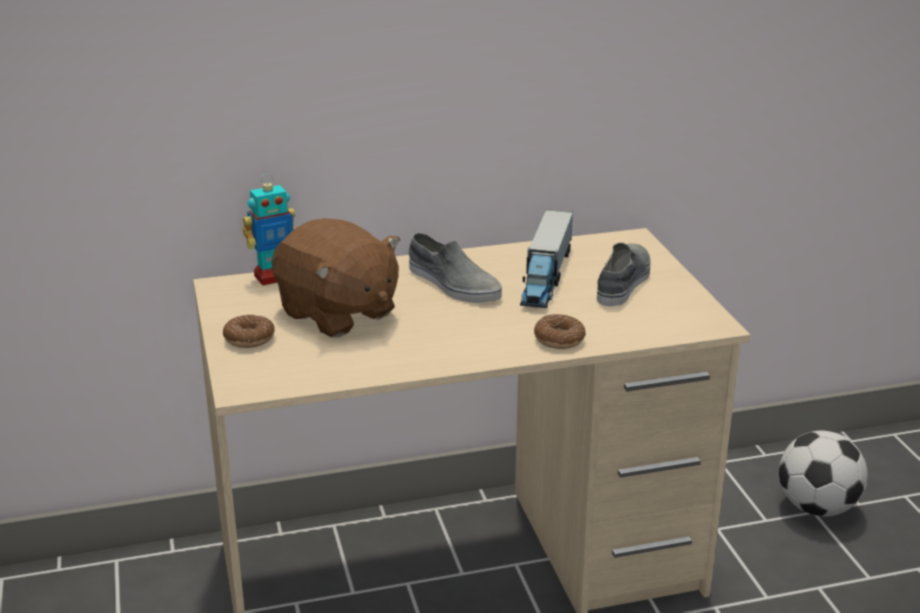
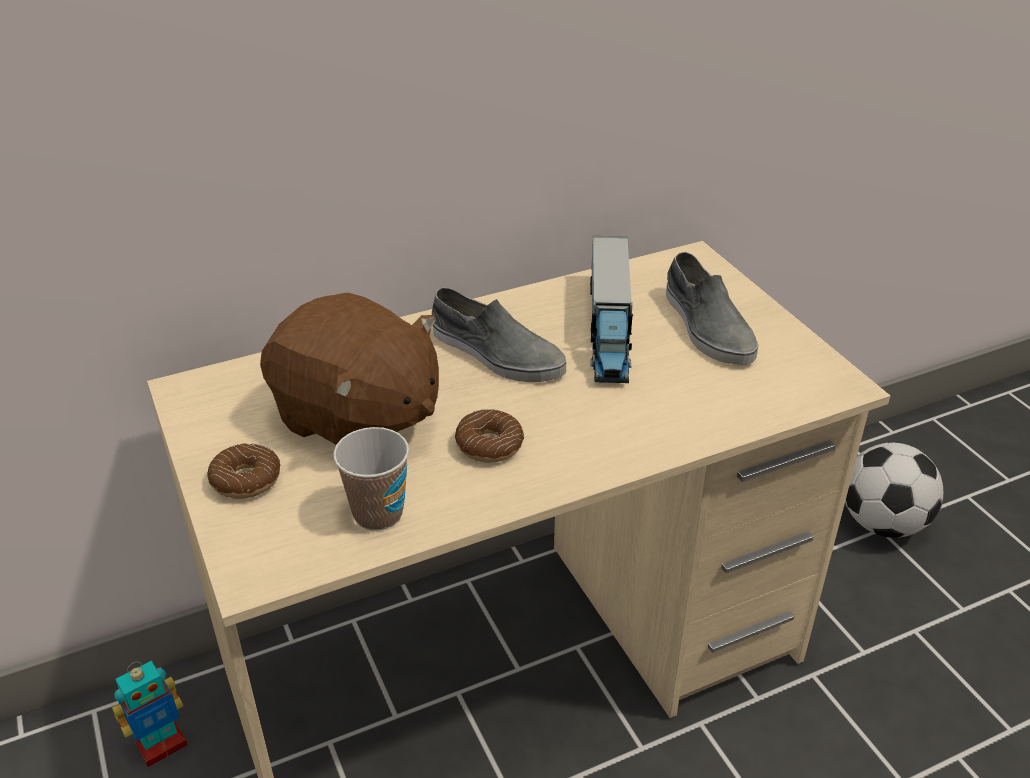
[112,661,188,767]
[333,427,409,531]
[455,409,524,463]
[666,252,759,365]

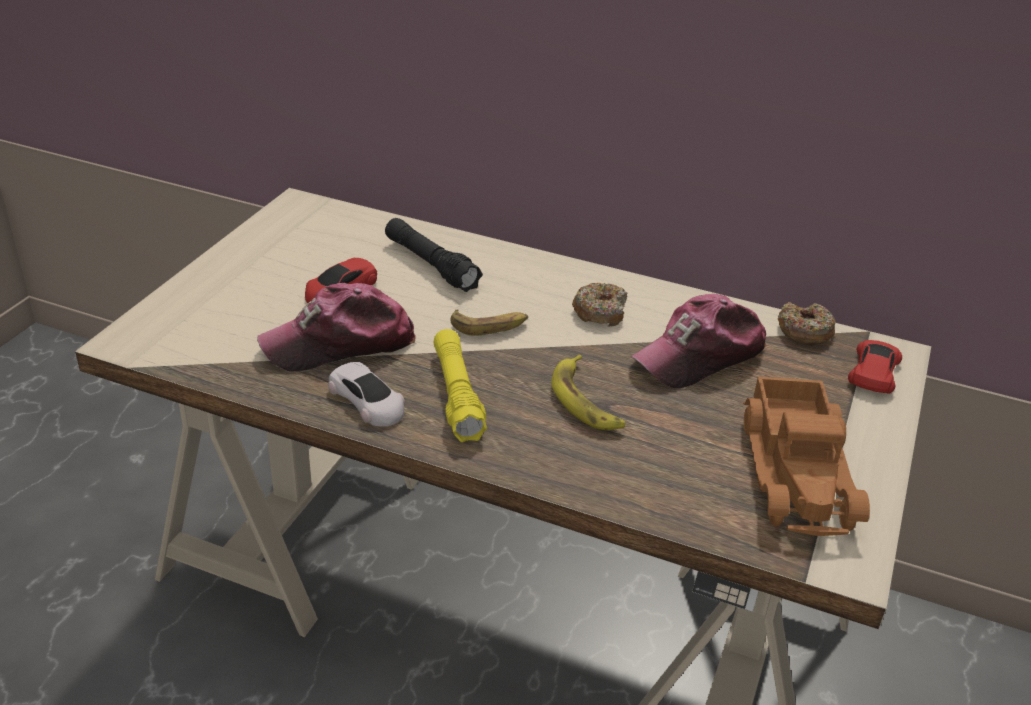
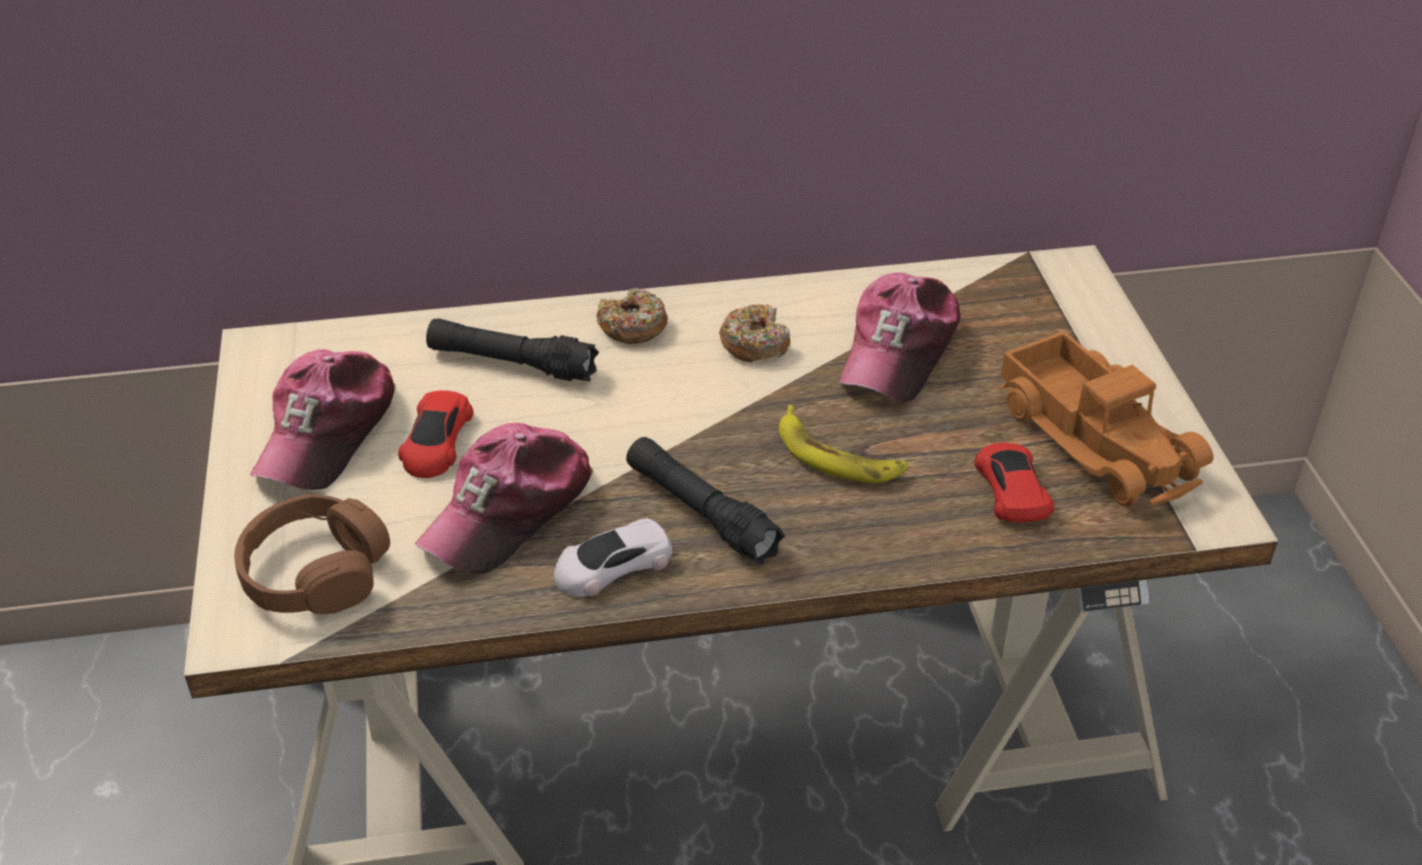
[234,494,390,614]
[250,349,395,490]
[554,518,672,597]
[596,288,668,344]
[626,437,785,565]
[974,443,1054,522]
[450,309,528,336] (first image)

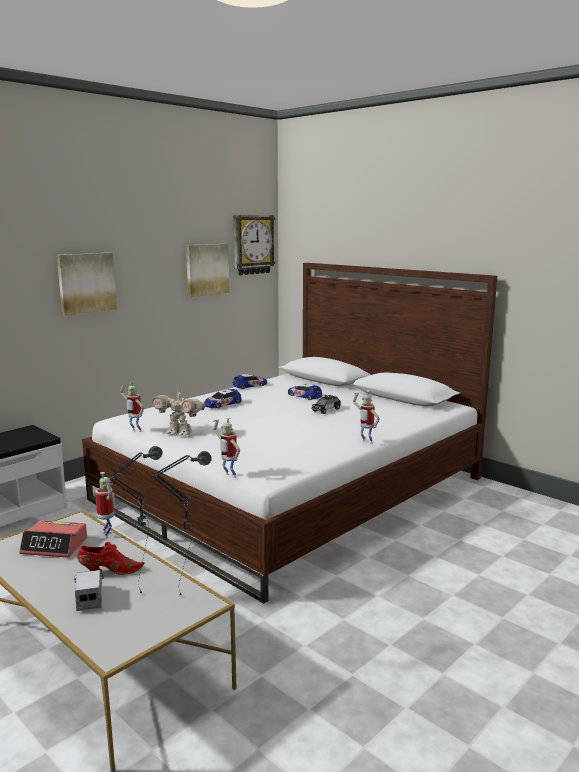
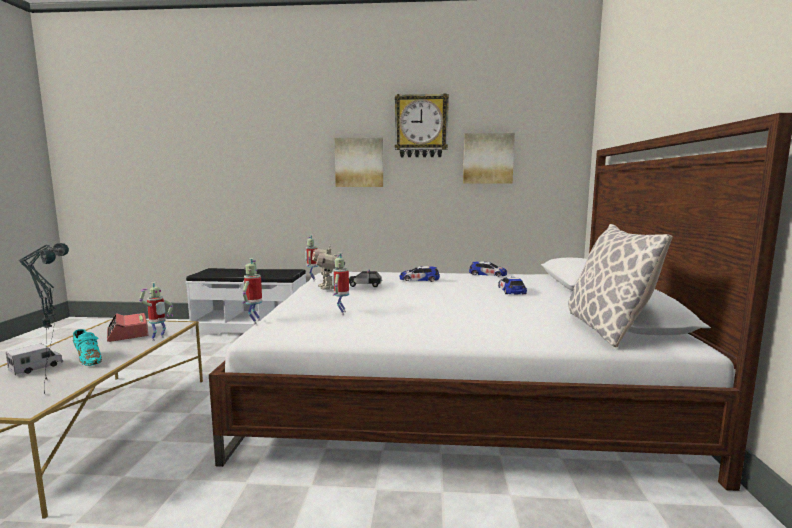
[73,329,102,366]
[332,253,349,315]
[349,270,382,287]
[395,93,449,157]
[568,224,672,347]

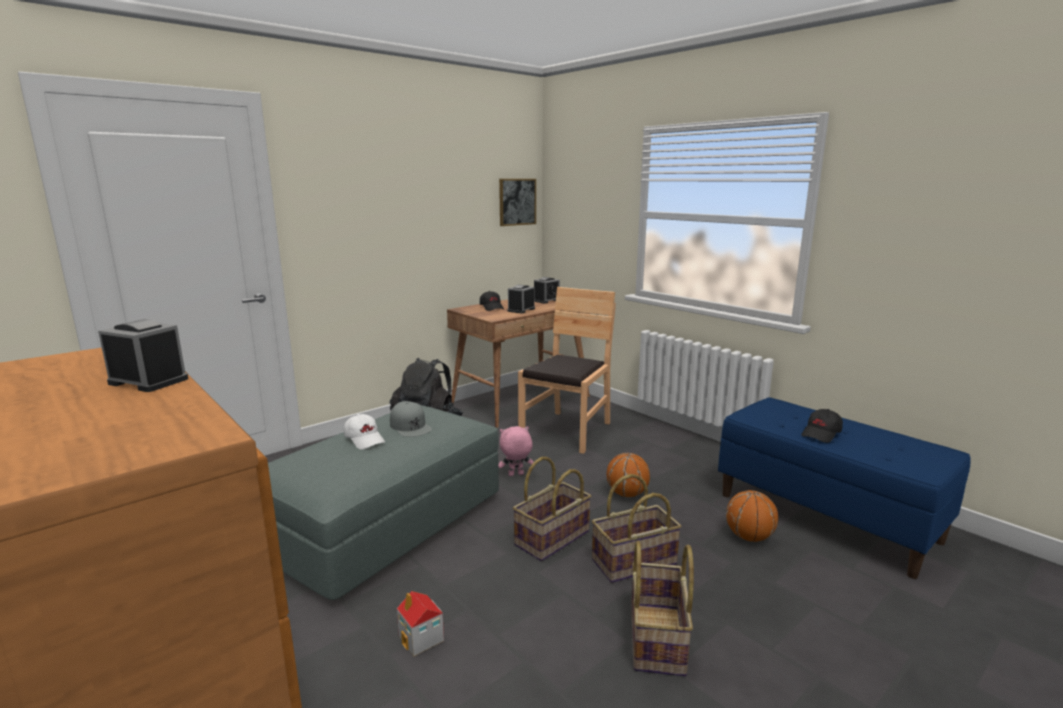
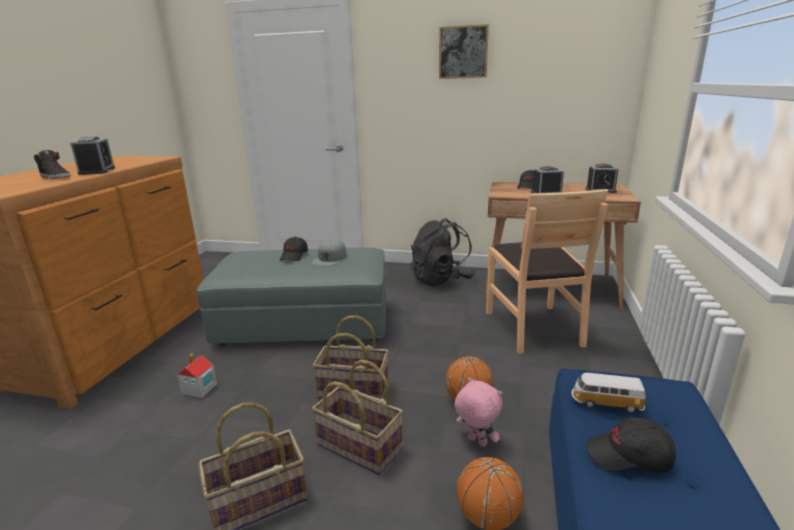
[34,150,71,179]
[280,237,308,261]
[439,24,489,79]
[455,377,502,447]
[486,189,608,354]
[571,373,646,413]

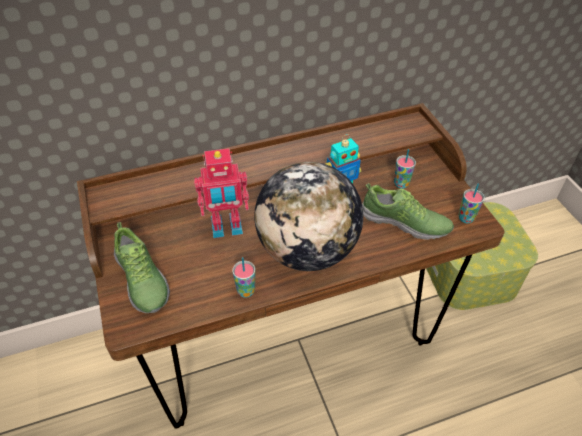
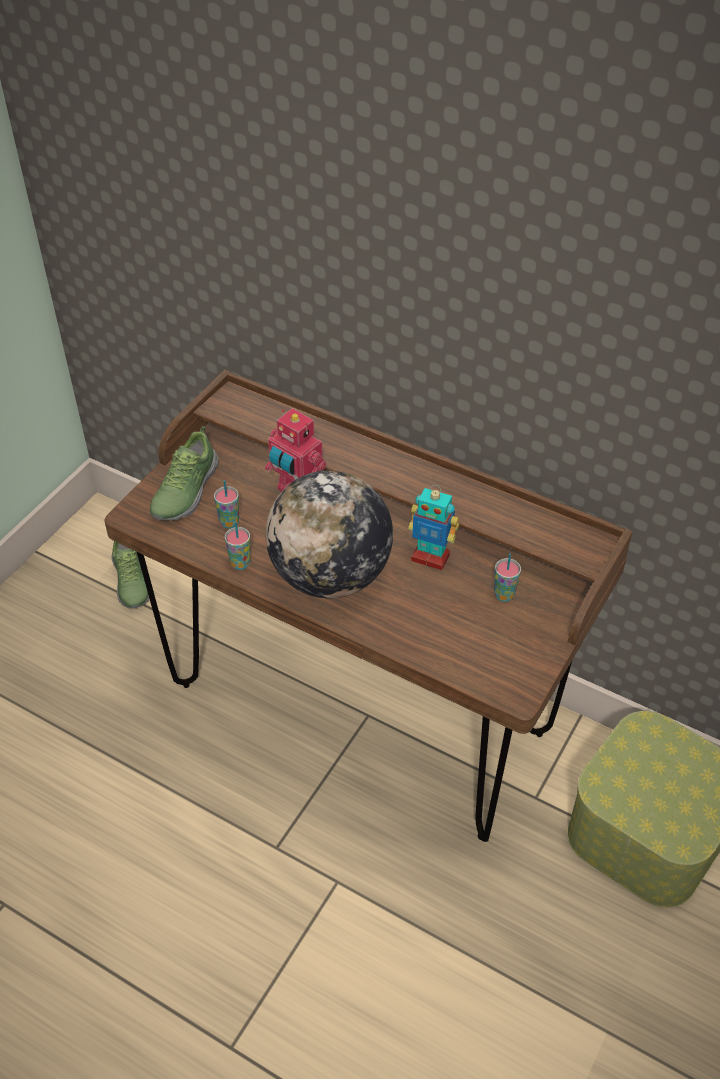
[112,541,149,608]
[214,480,239,529]

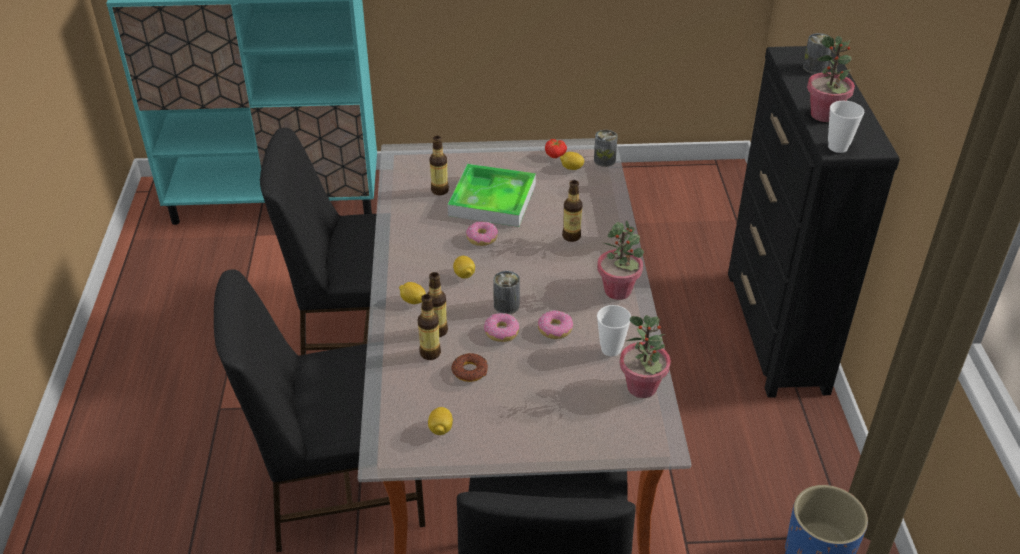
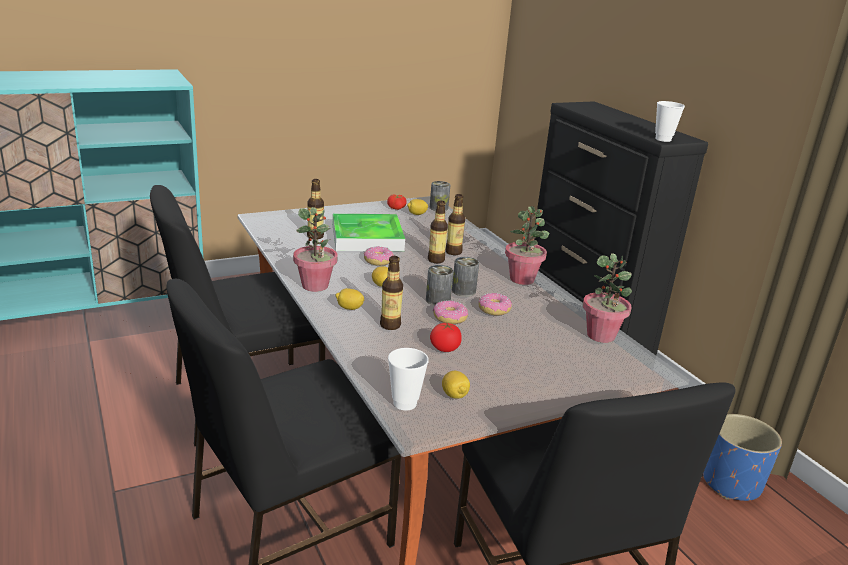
[293,207,338,292]
[388,348,429,411]
[428,201,448,263]
[430,323,462,352]
[452,257,479,297]

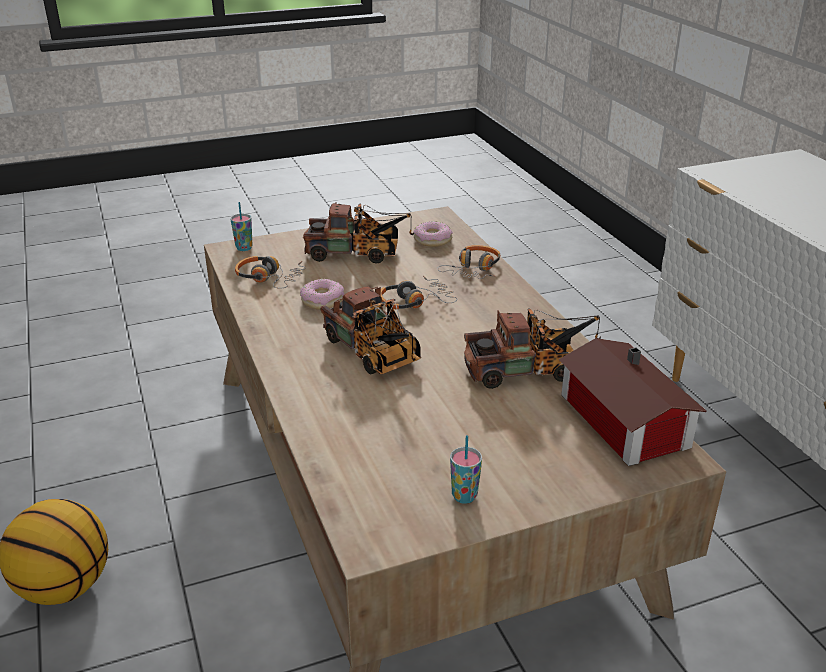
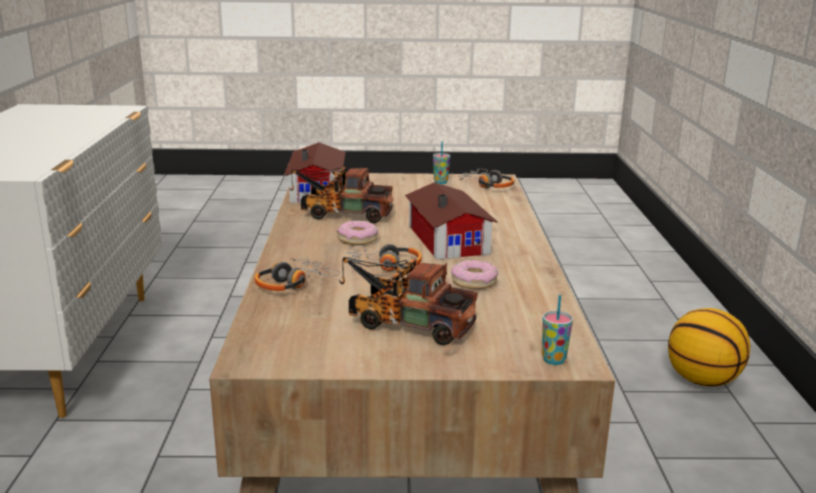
[337,220,378,245]
[405,182,498,260]
[459,169,514,188]

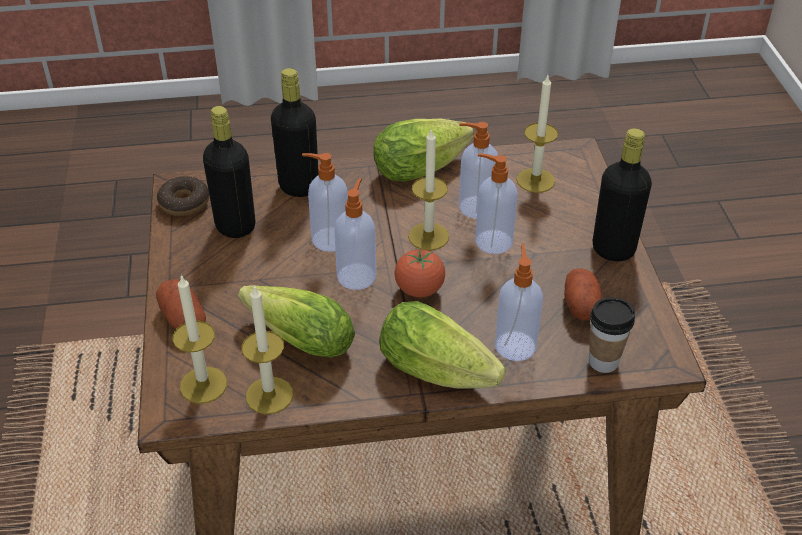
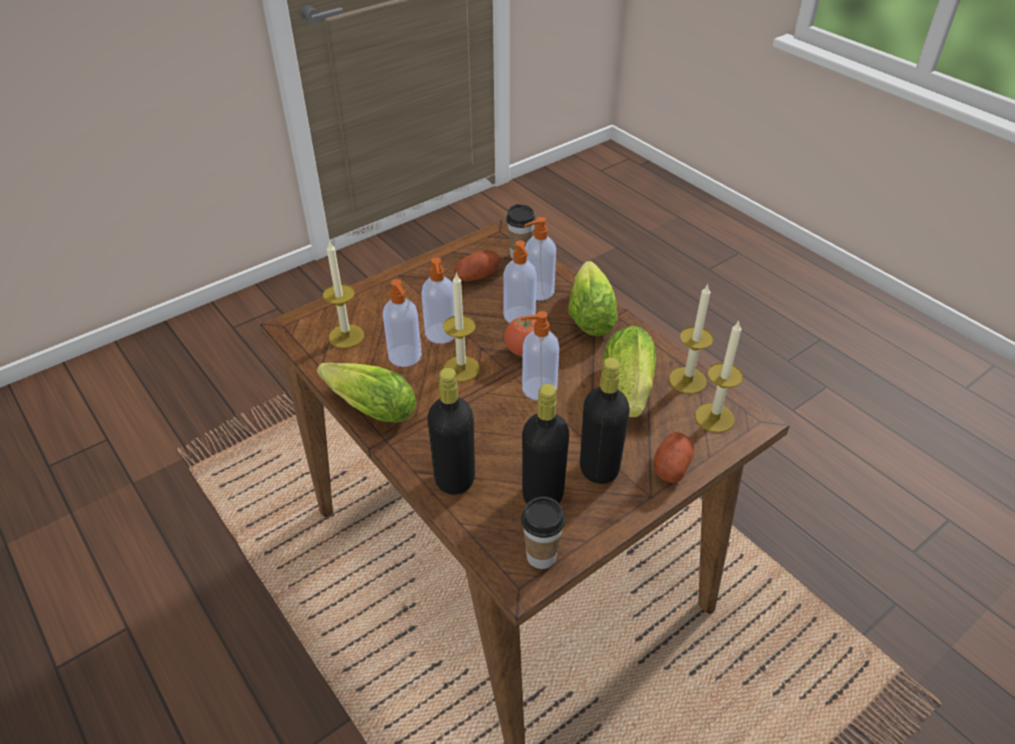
[503,240,537,323]
[521,496,565,569]
[580,358,630,484]

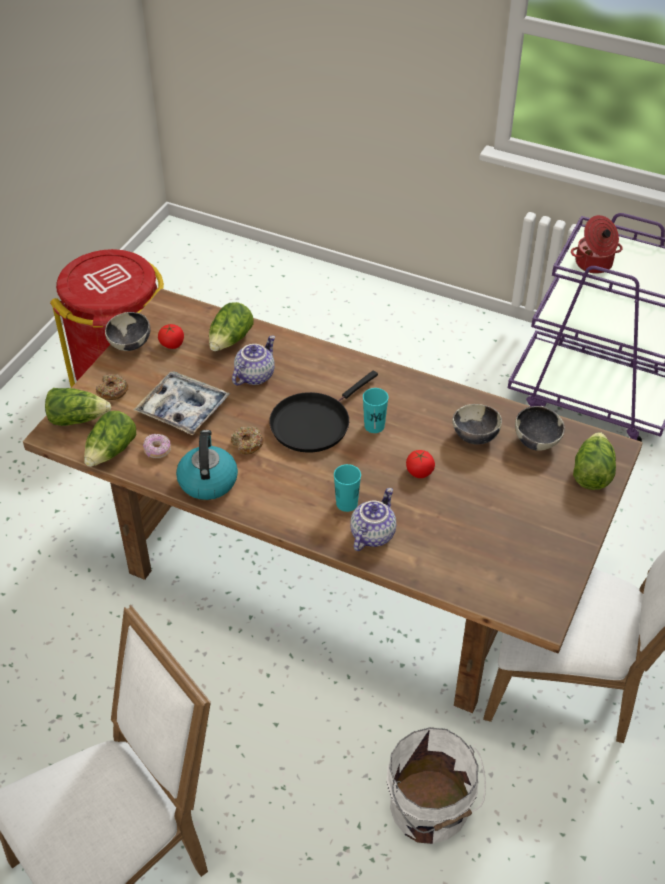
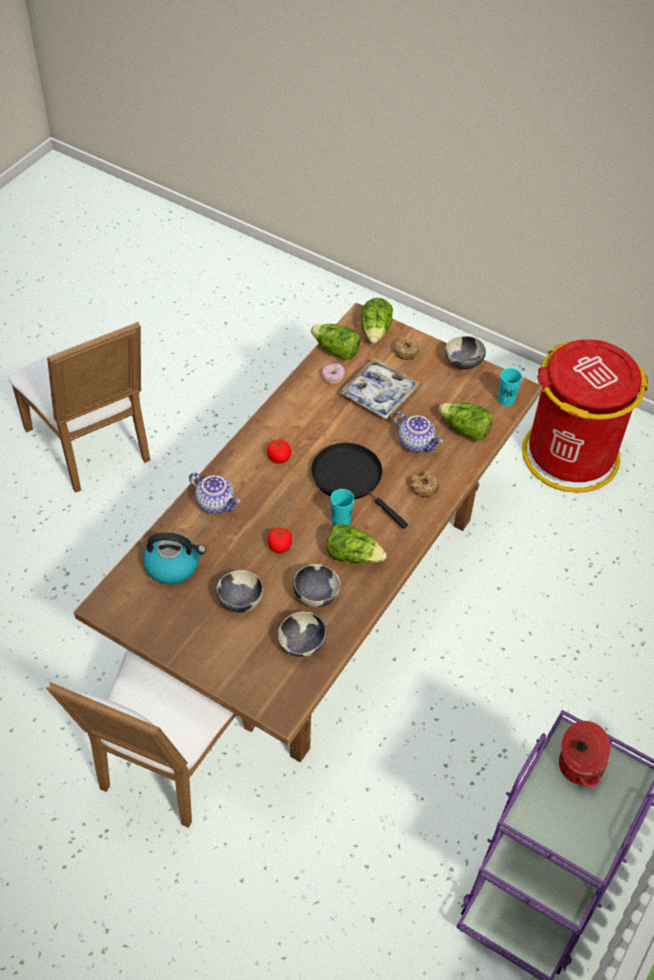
[143,532,206,585]
[217,570,263,613]
[267,439,291,464]
[327,523,387,564]
[410,471,439,497]
[498,368,522,406]
[387,728,486,844] (first image)

